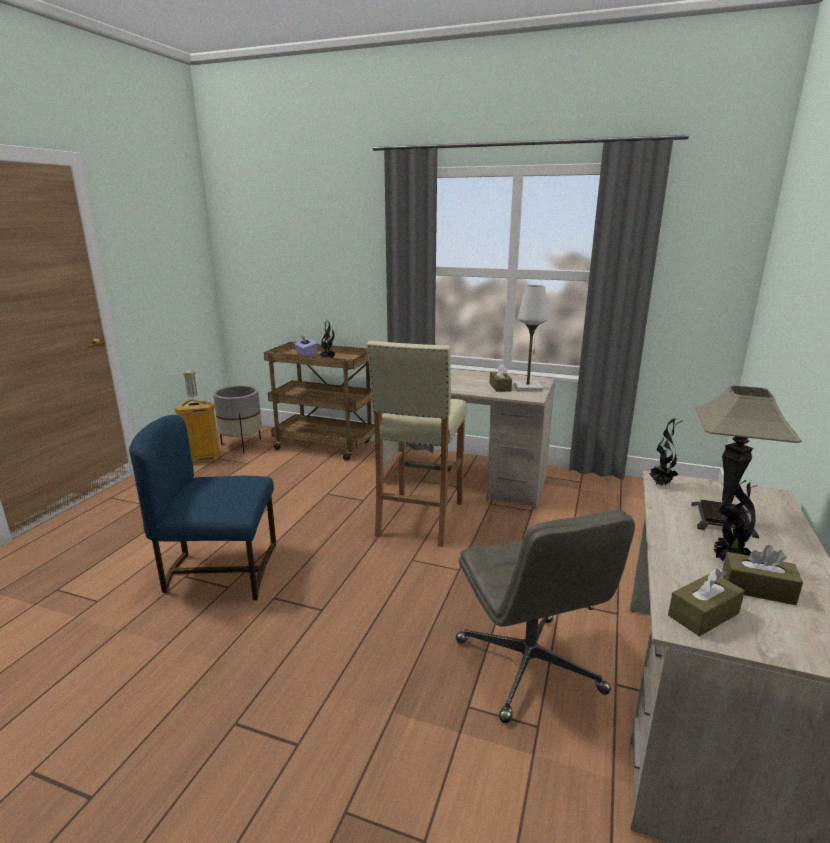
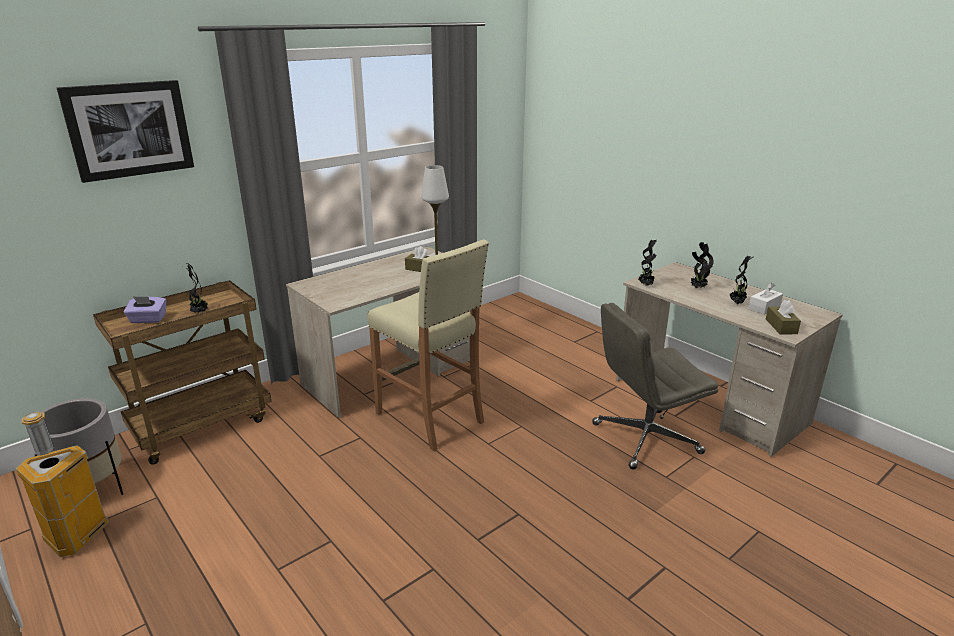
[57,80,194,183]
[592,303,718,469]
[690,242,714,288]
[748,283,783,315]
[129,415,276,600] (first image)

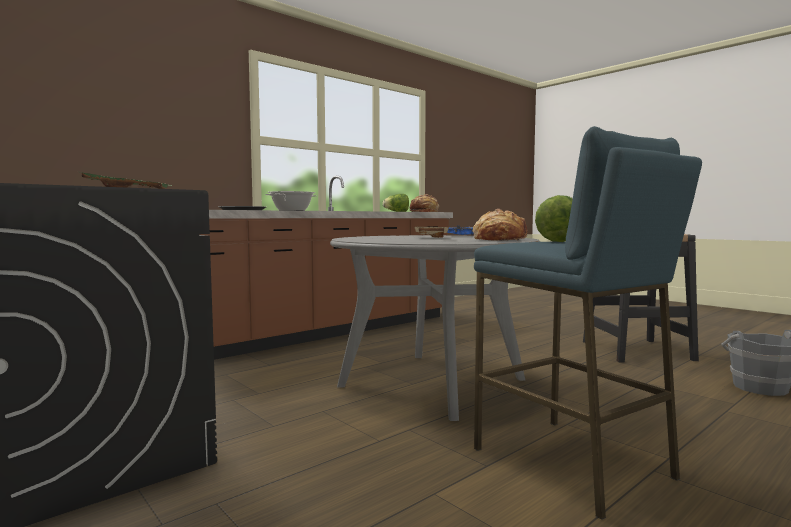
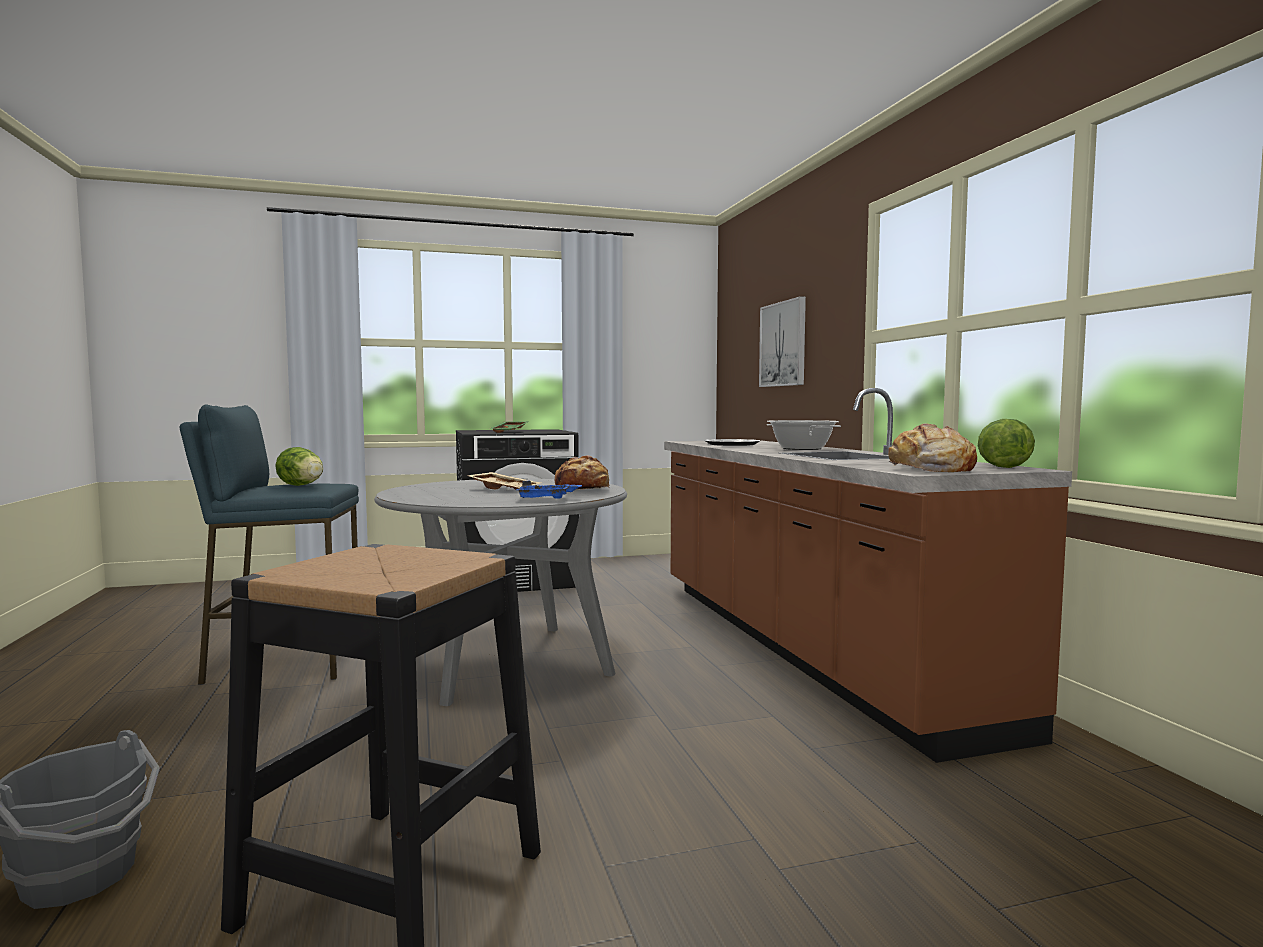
[555,455,610,490]
[759,296,806,387]

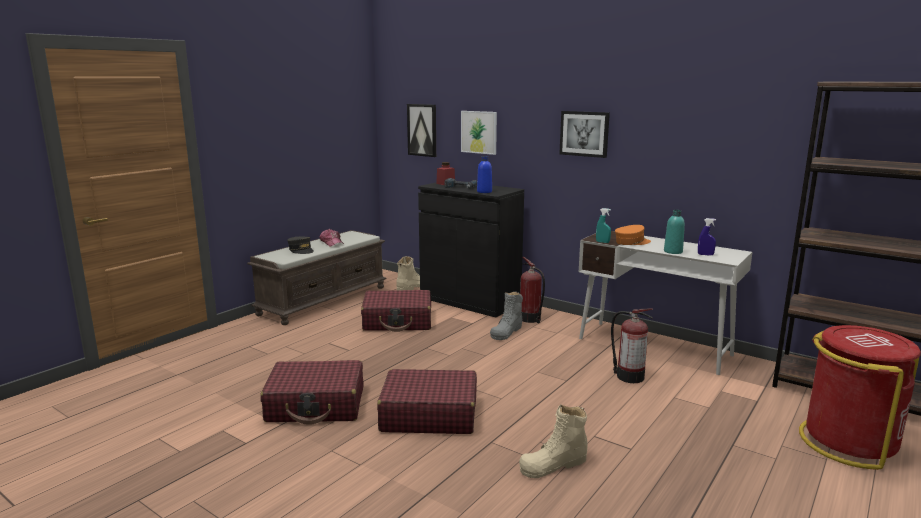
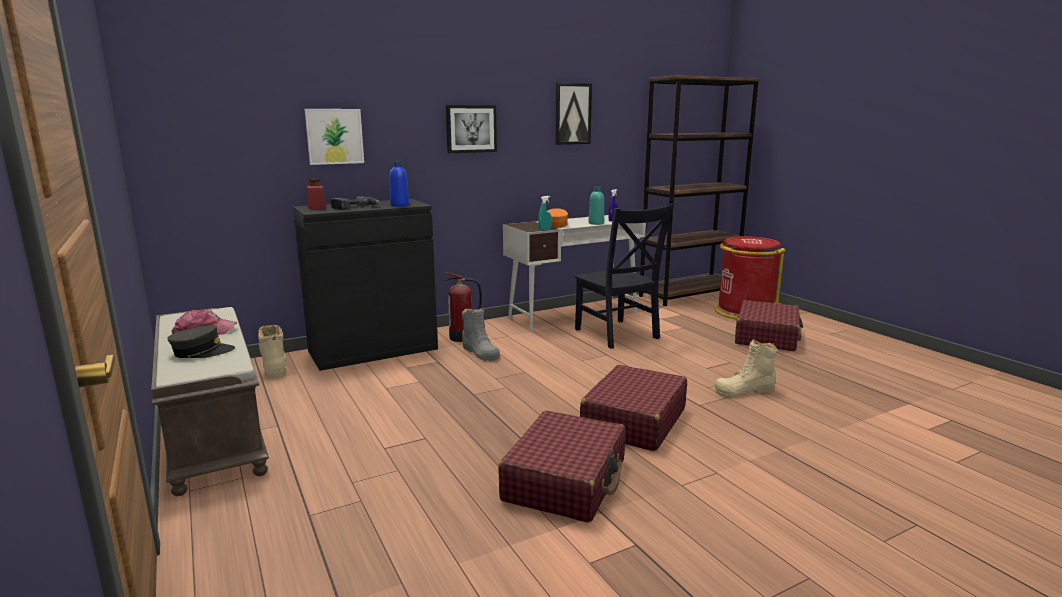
[555,83,592,145]
[575,204,674,349]
[715,339,777,397]
[735,300,803,351]

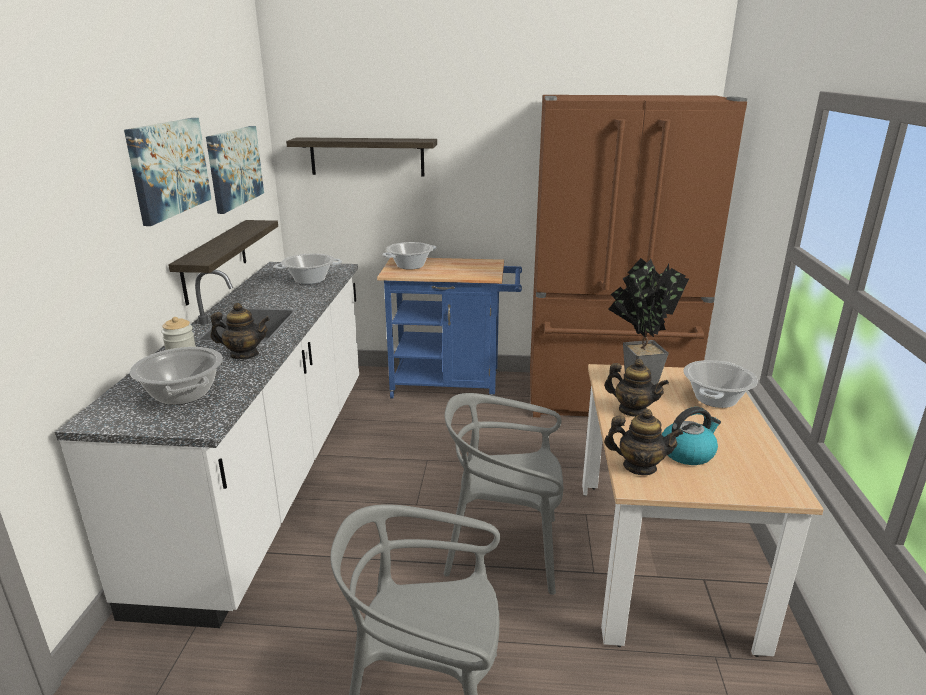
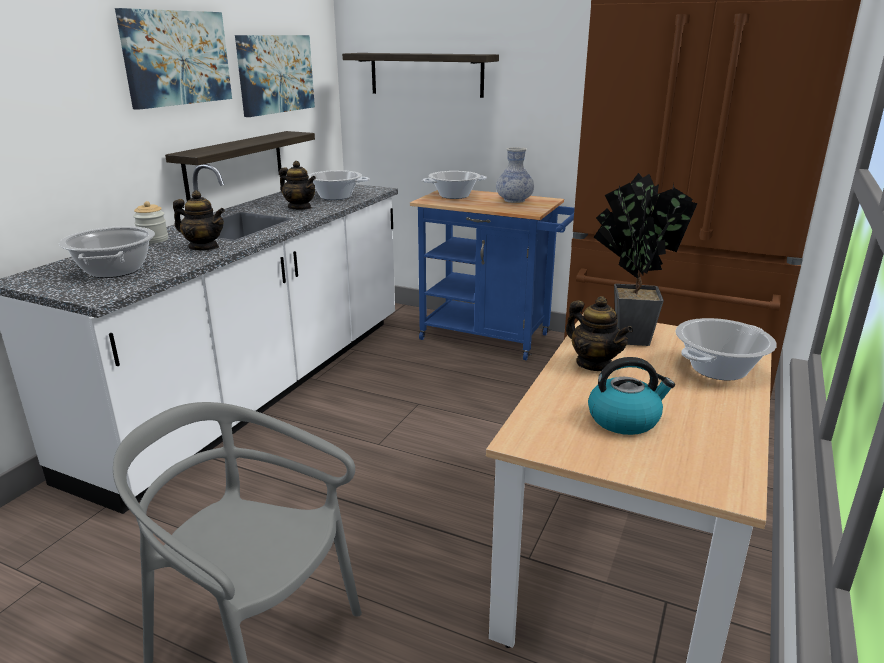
[279,161,316,210]
[496,147,534,203]
[444,393,564,595] (first image)

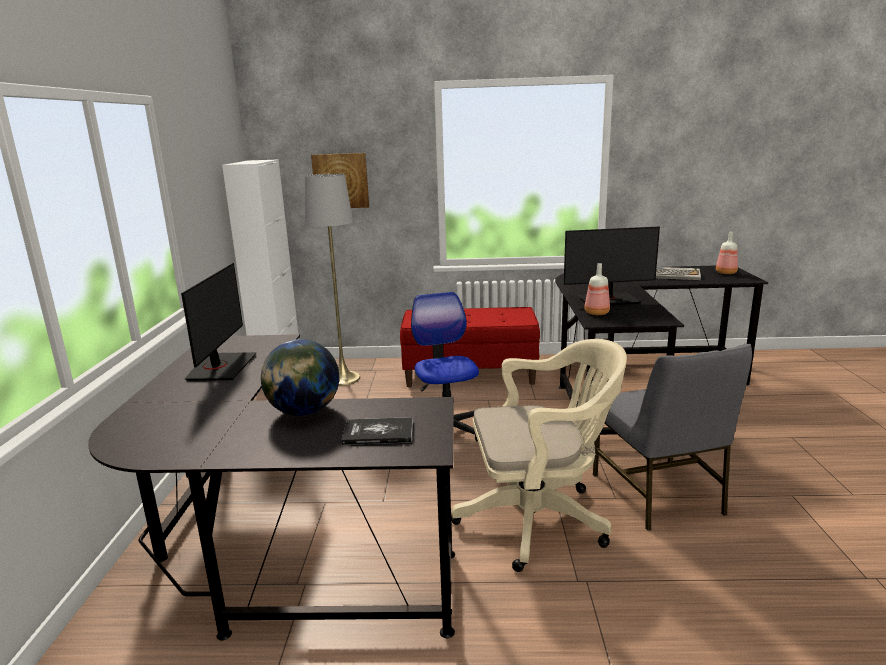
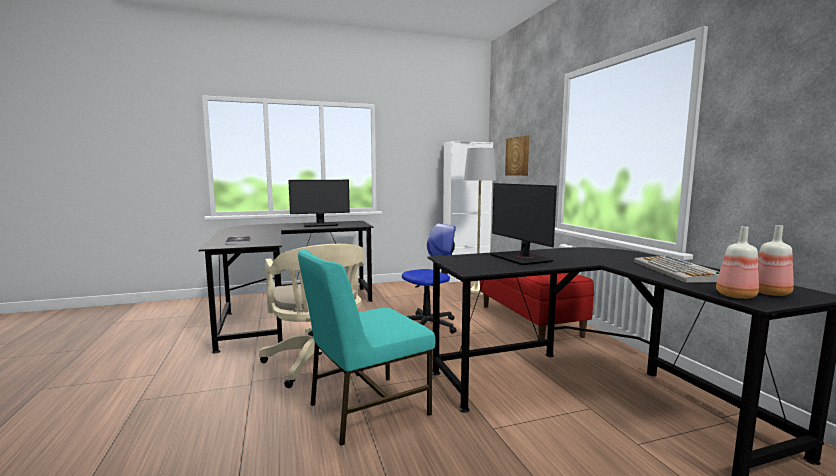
[298,250,436,446]
[716,226,759,299]
[261,339,339,416] (first image)

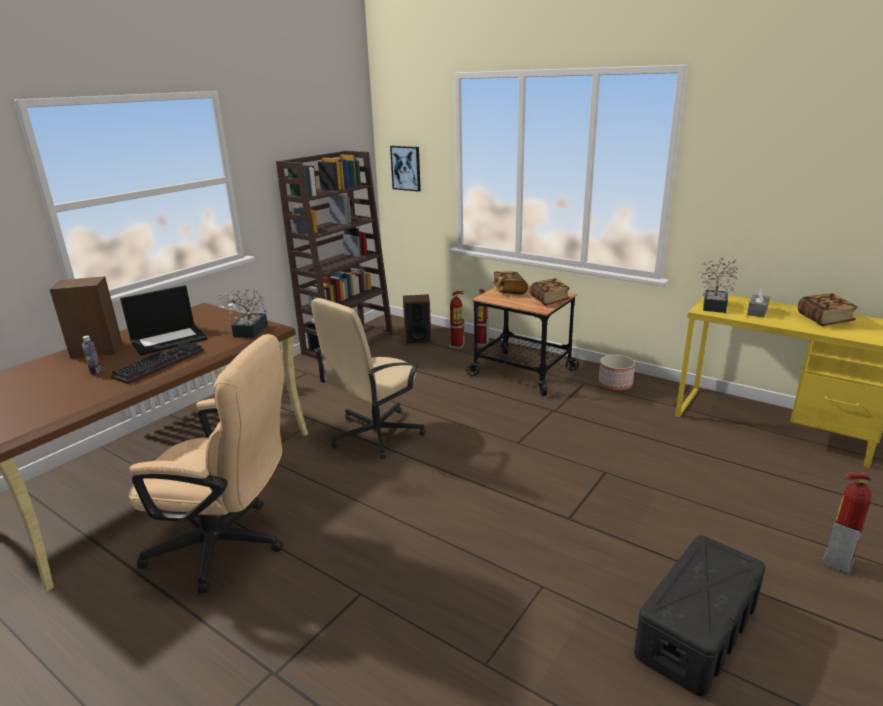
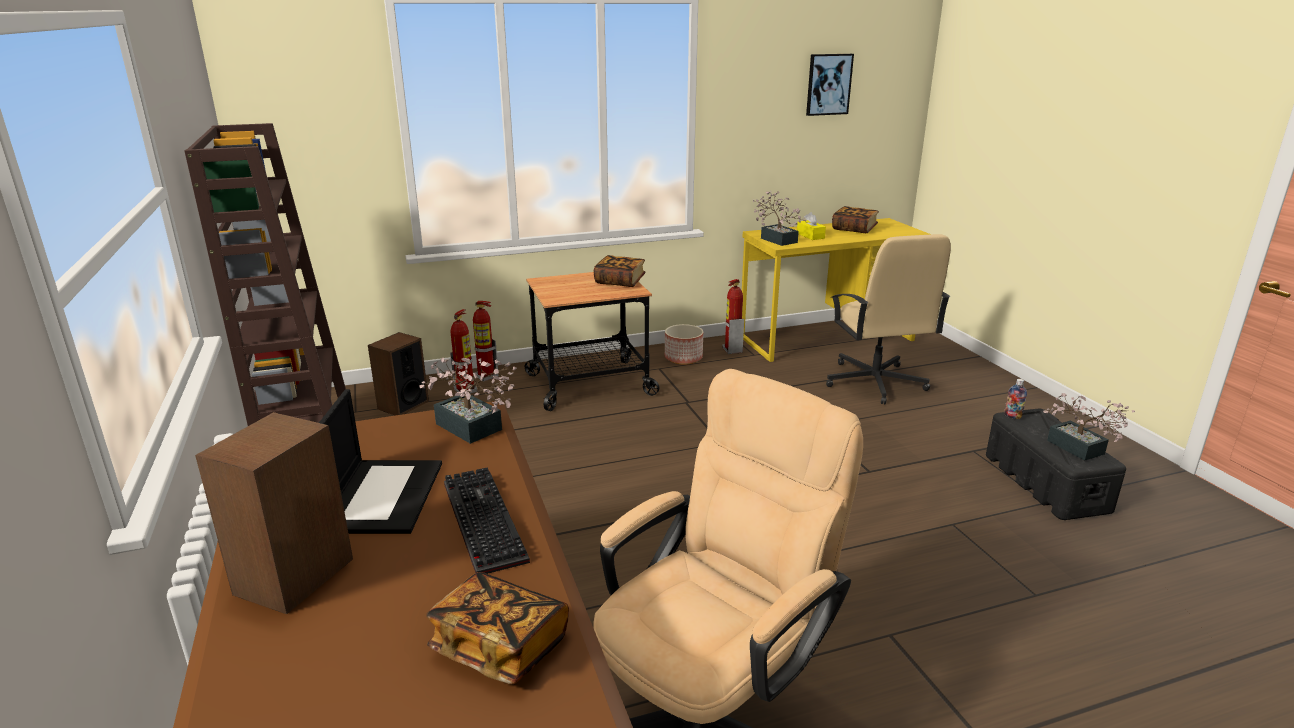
[426,572,569,684]
[722,279,744,354]
[797,212,826,240]
[806,54,854,116]
[826,234,951,404]
[1004,379,1027,419]
[1043,393,1135,461]

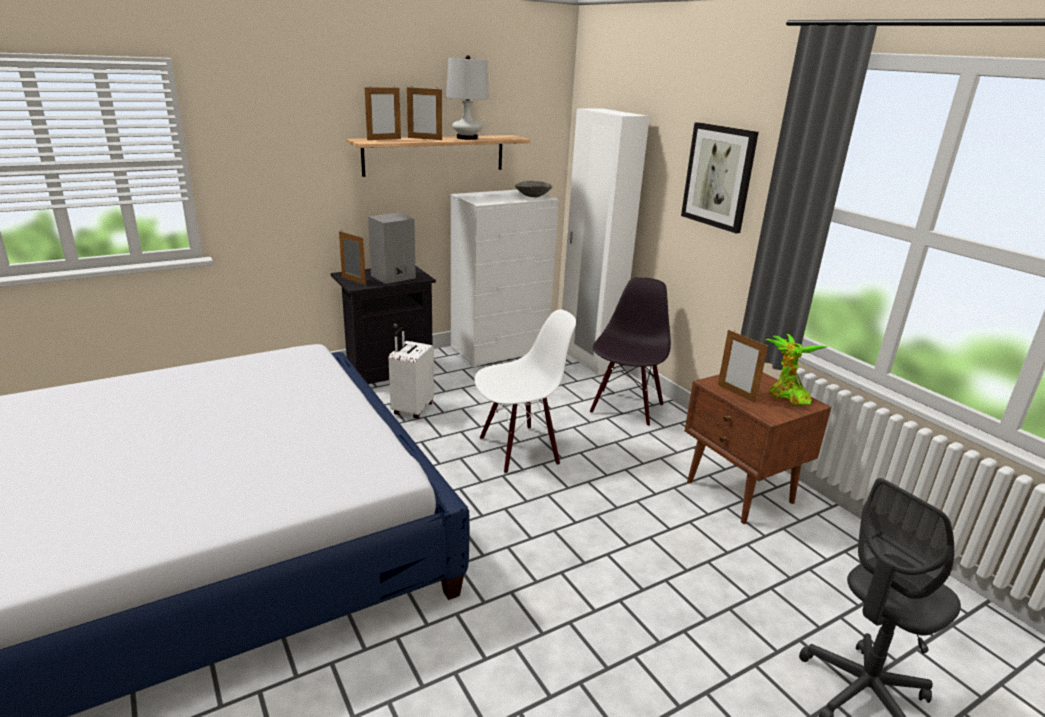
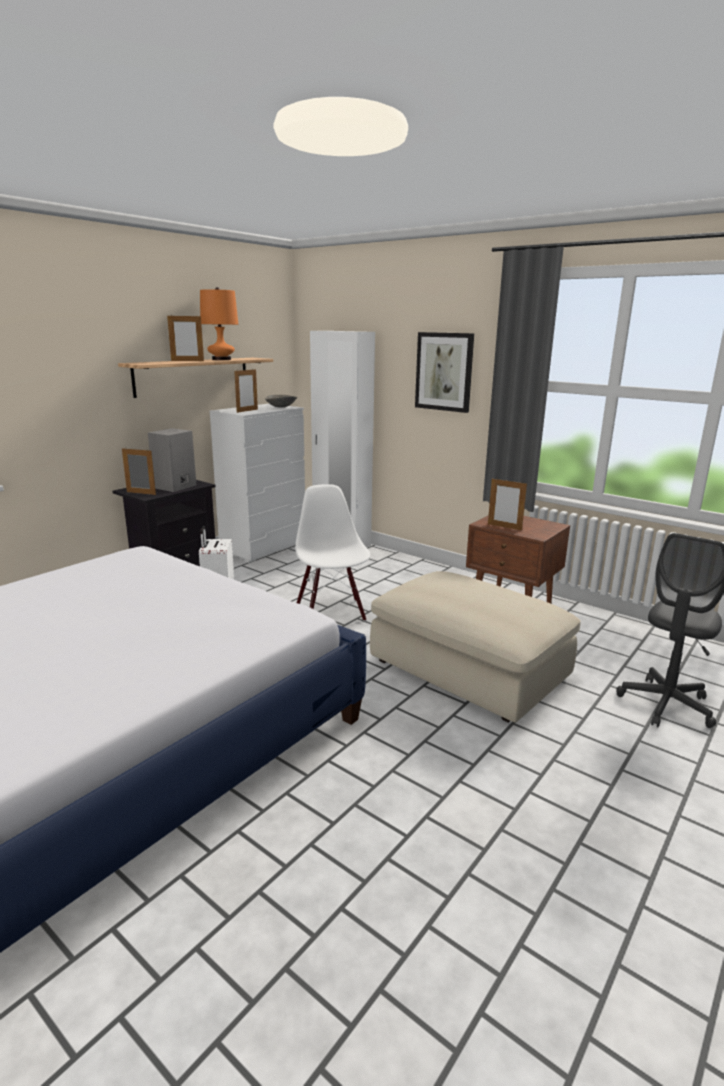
[200,287,238,360]
[234,369,258,413]
[295,484,370,621]
[370,571,581,723]
[590,277,671,426] (first image)
[766,334,826,405] (first image)

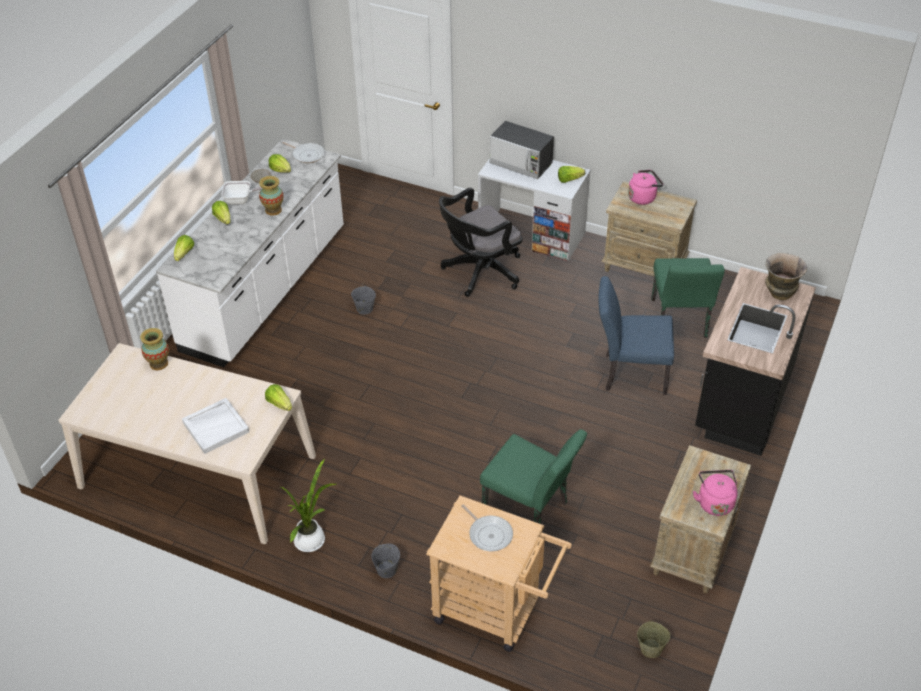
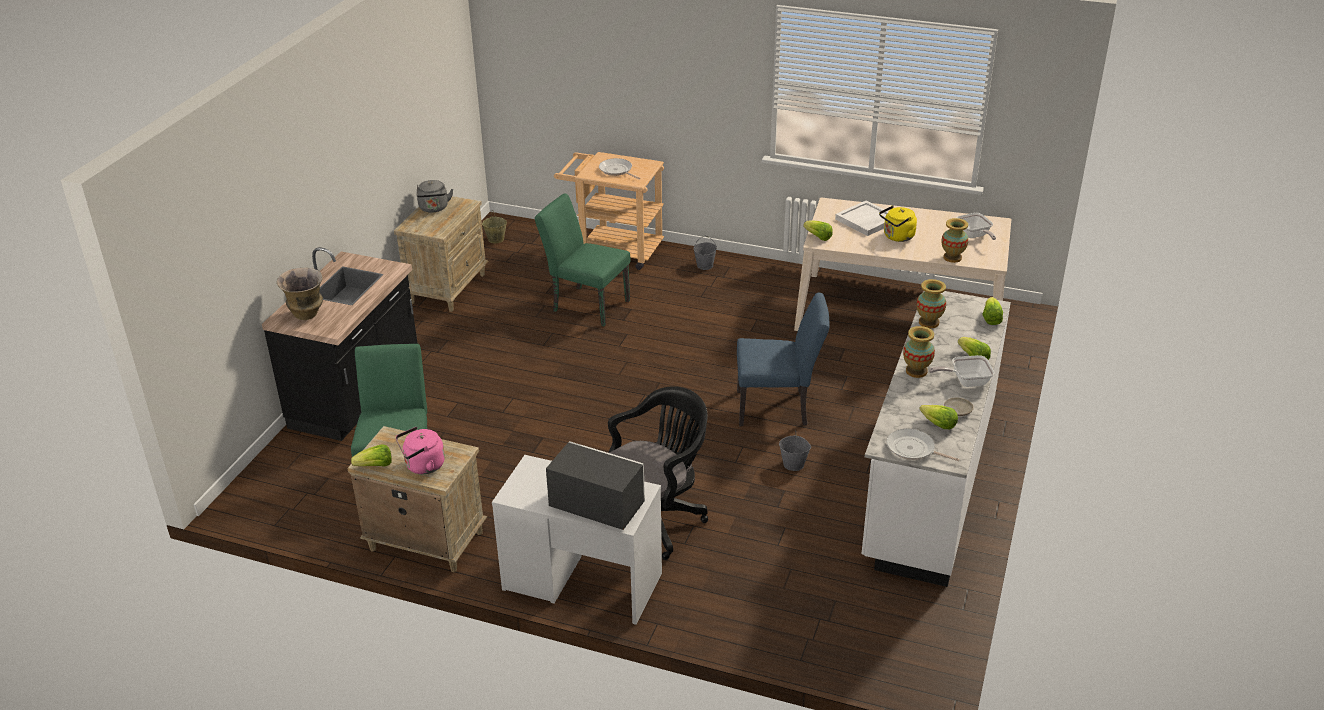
[351,444,392,467]
[416,180,453,213]
[737,293,830,426]
[879,205,917,242]
[916,279,946,328]
[956,213,996,240]
[281,459,336,552] (first image)

